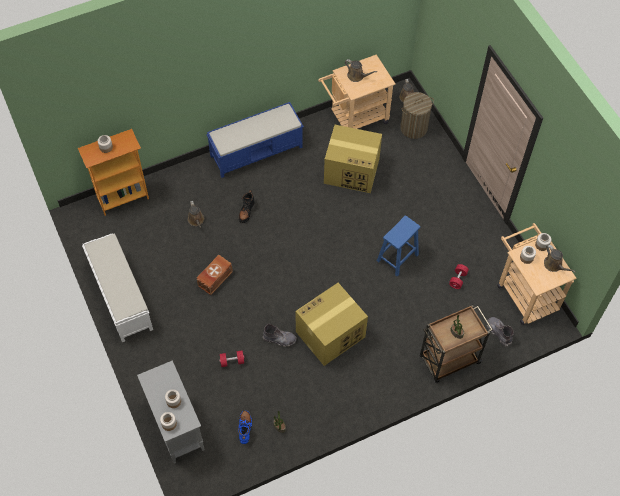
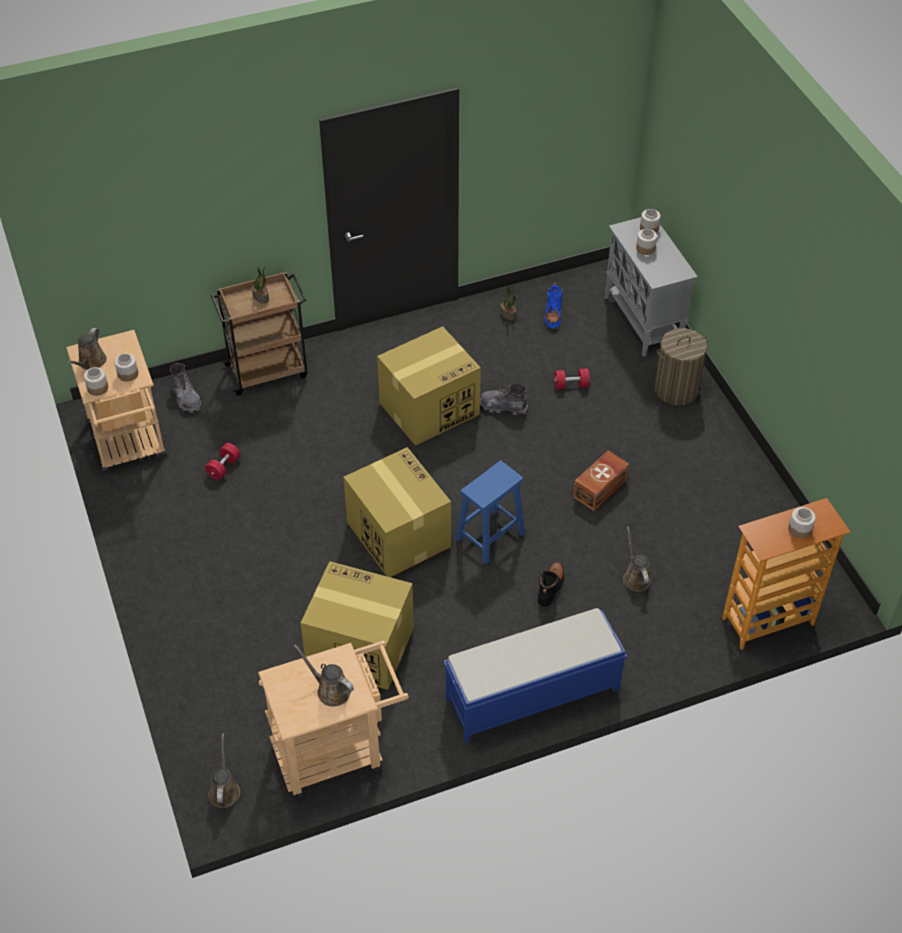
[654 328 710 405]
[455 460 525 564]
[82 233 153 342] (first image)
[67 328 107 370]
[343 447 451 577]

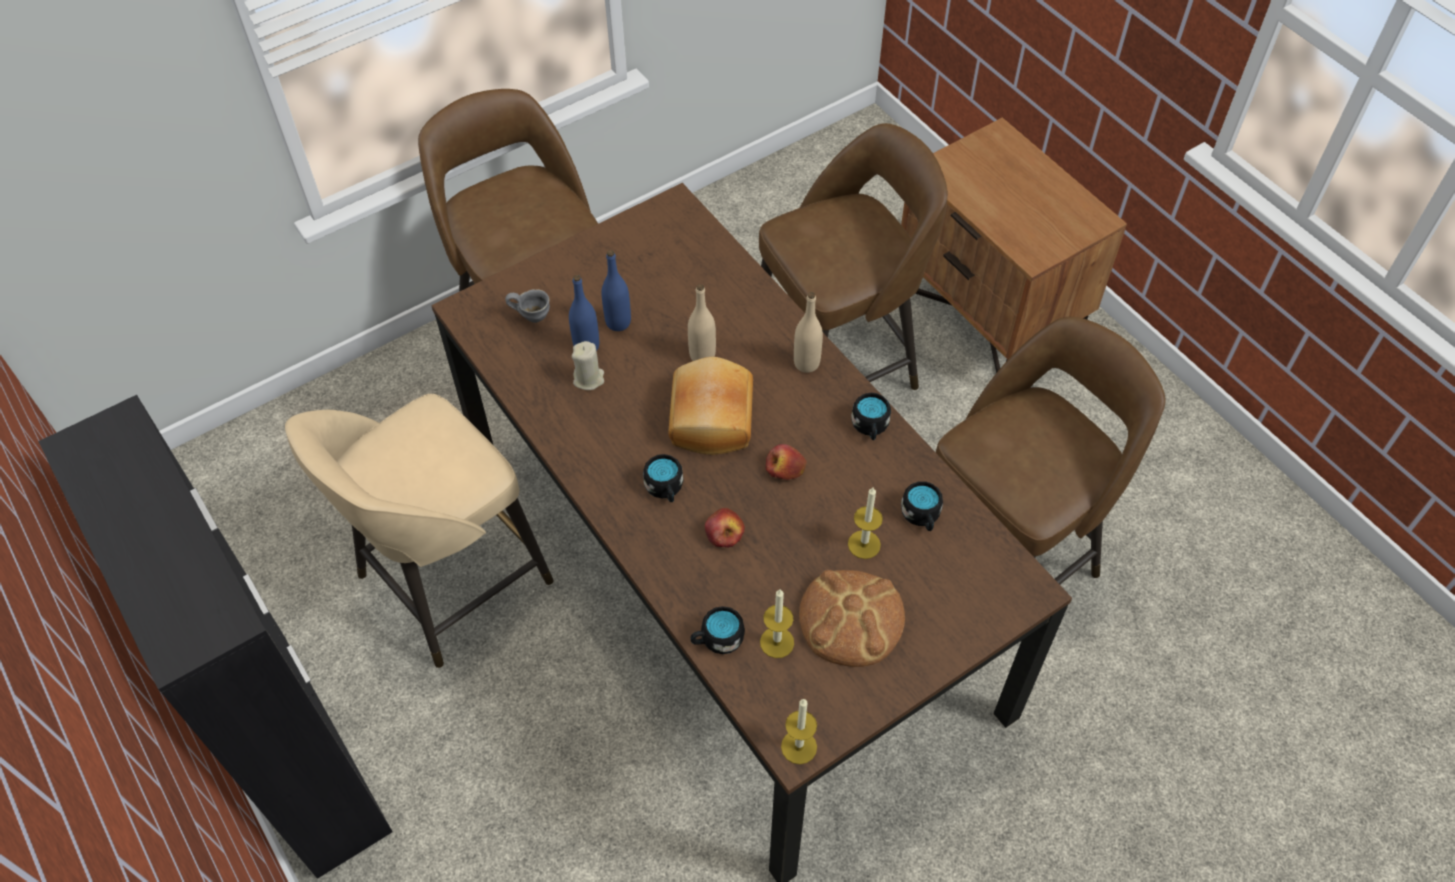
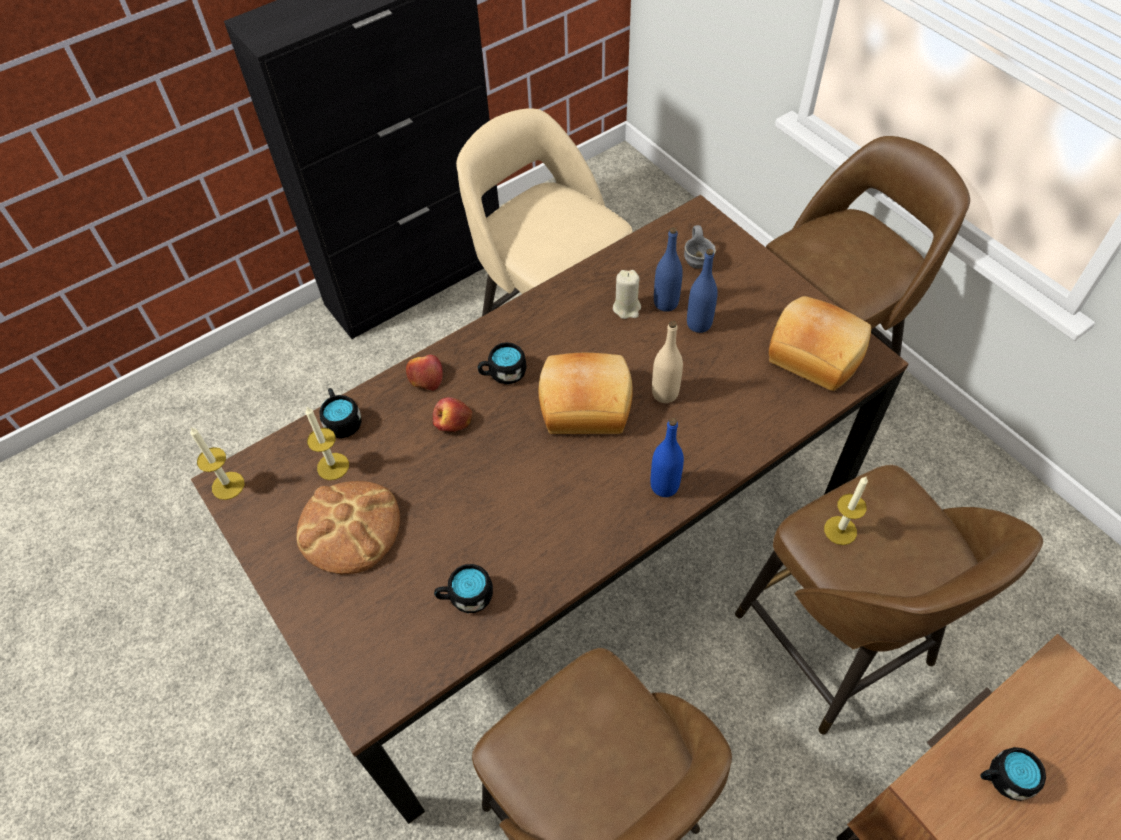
[650 418 684 497]
[980 747 1046 801]
[406 355 443 391]
[824 477 868 545]
[769 296 871 391]

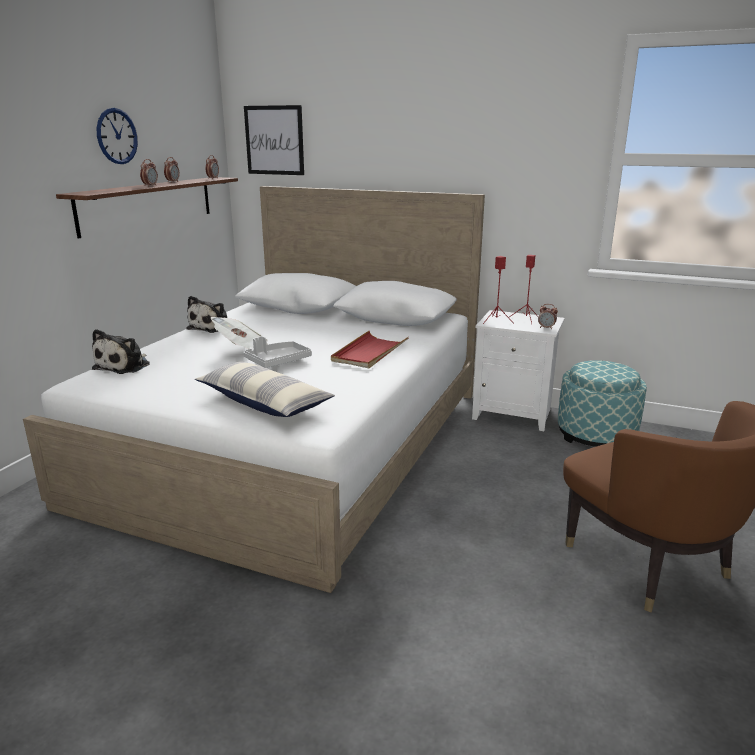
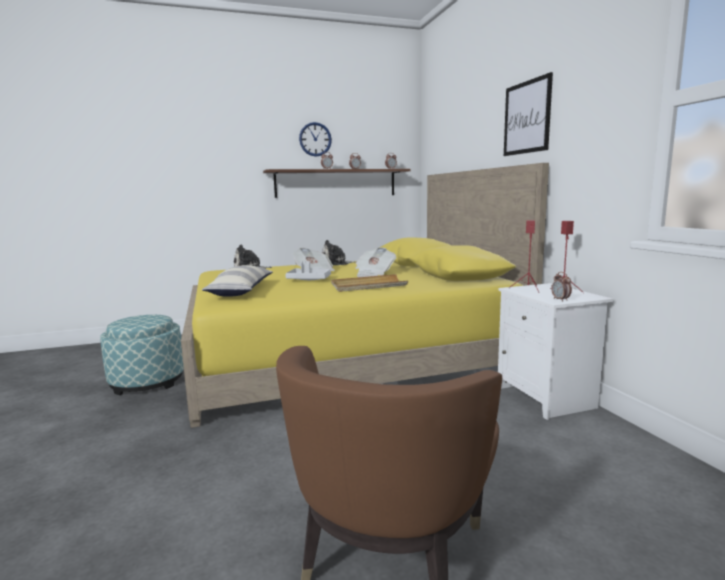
[504 72 553 156]
[181 163 549 428]
[331 274 408 292]
[100 315 184 395]
[355 247 396 277]

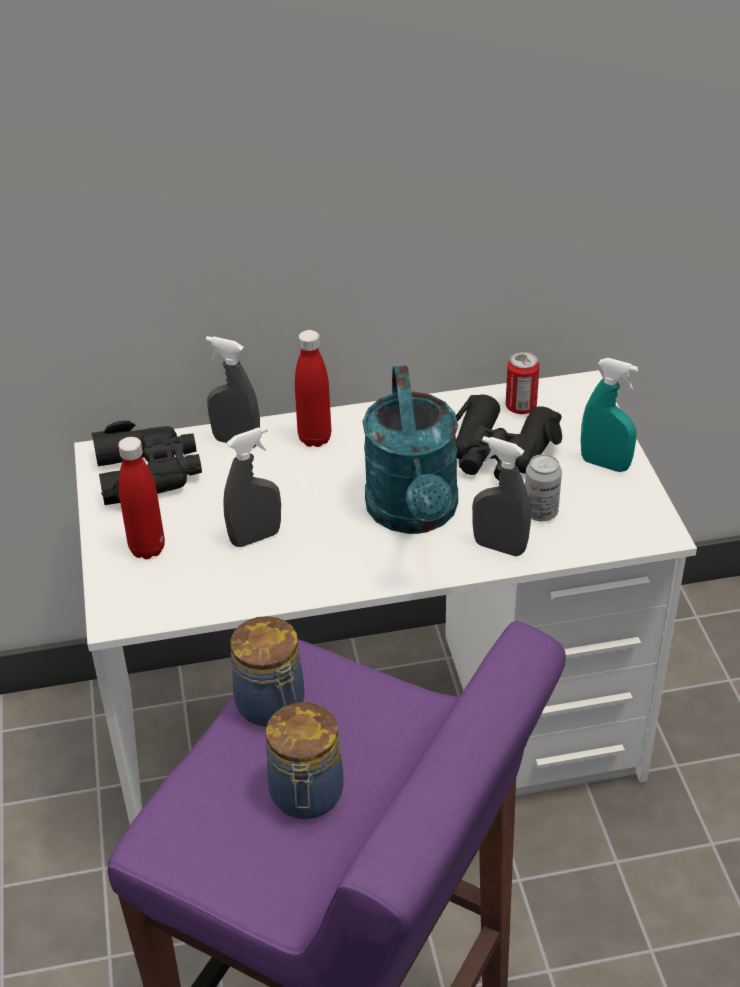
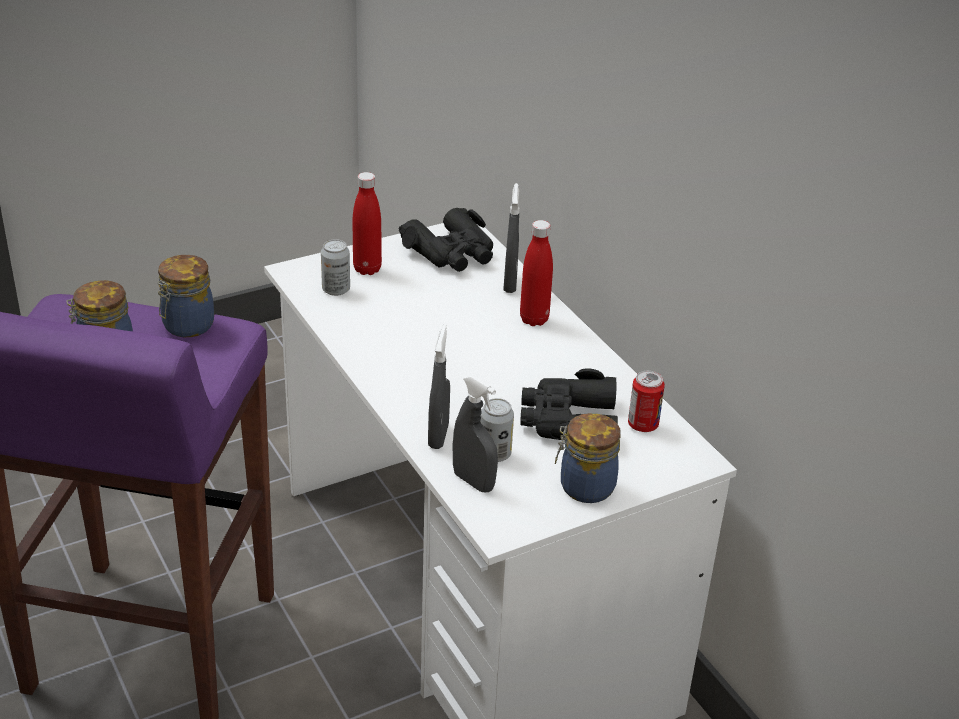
[555 413 621 503]
[363 365 458 534] (first image)
[453 375 498 492]
[321 239 350 296]

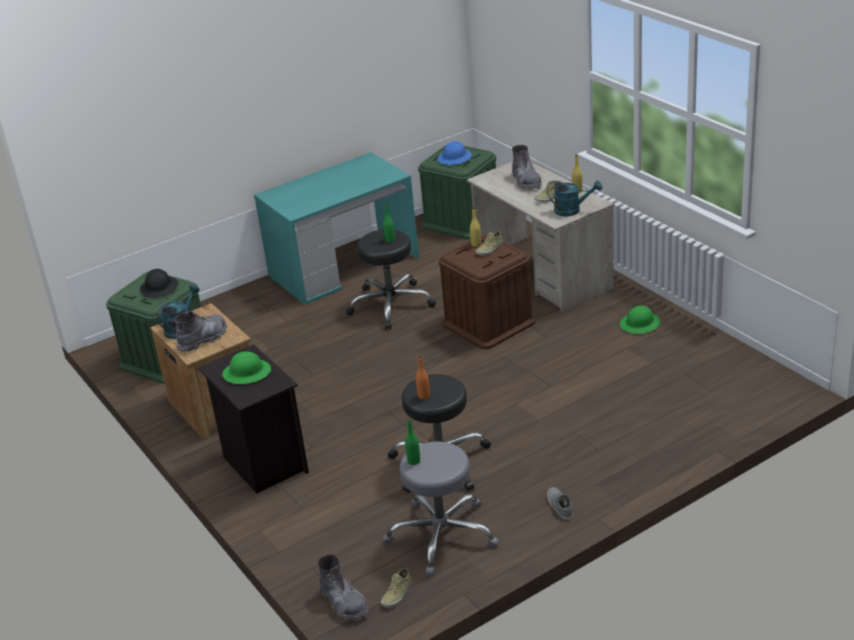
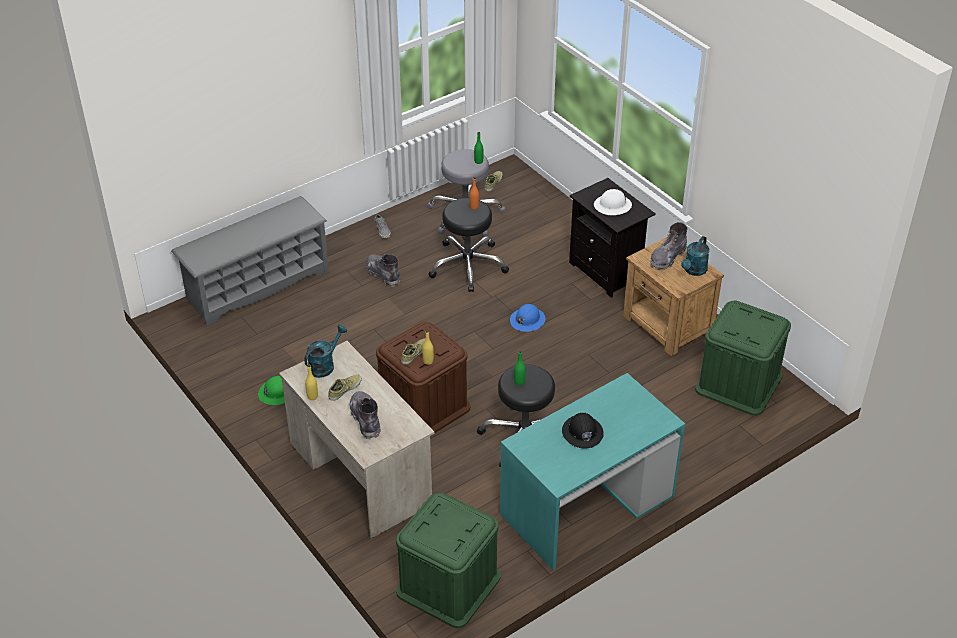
[510 304 546 332]
[304 325 347 378]
[562 413 604 449]
[594 189 632 215]
[366 254 401 287]
[171 196 329 326]

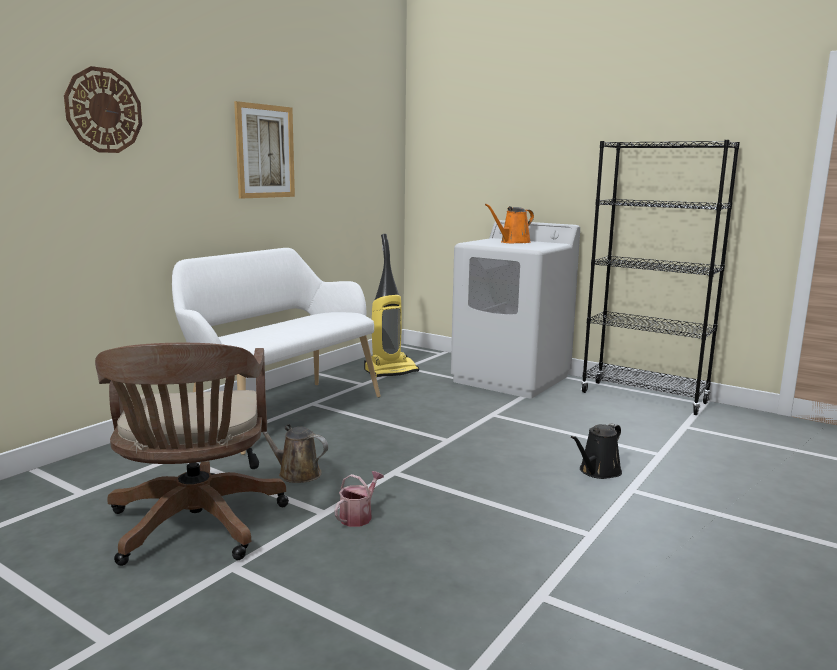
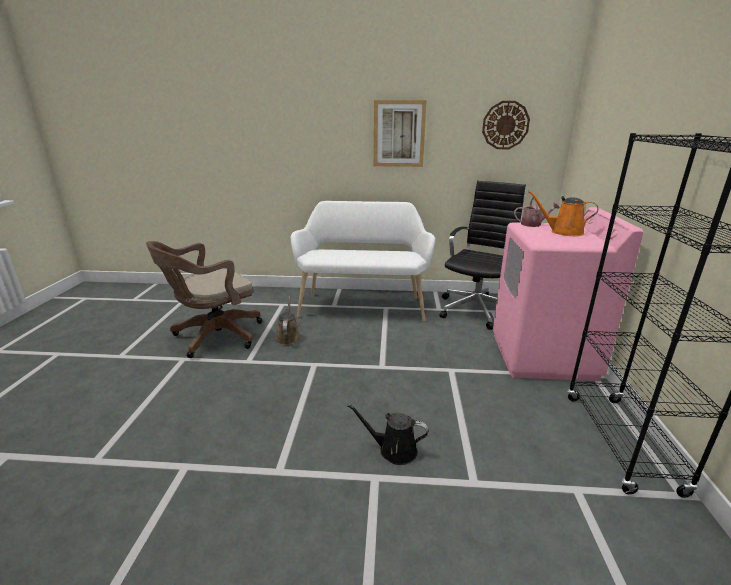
[482 101 530 149]
[493 207 643 381]
[439 181 526 330]
[514 198 560 227]

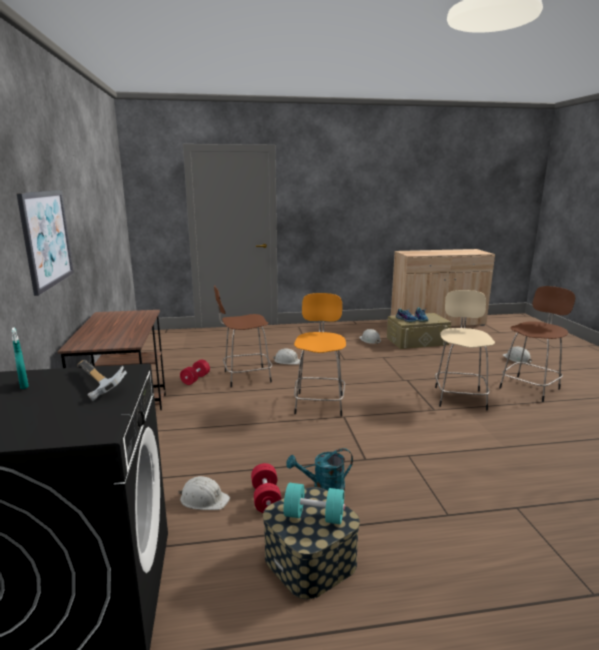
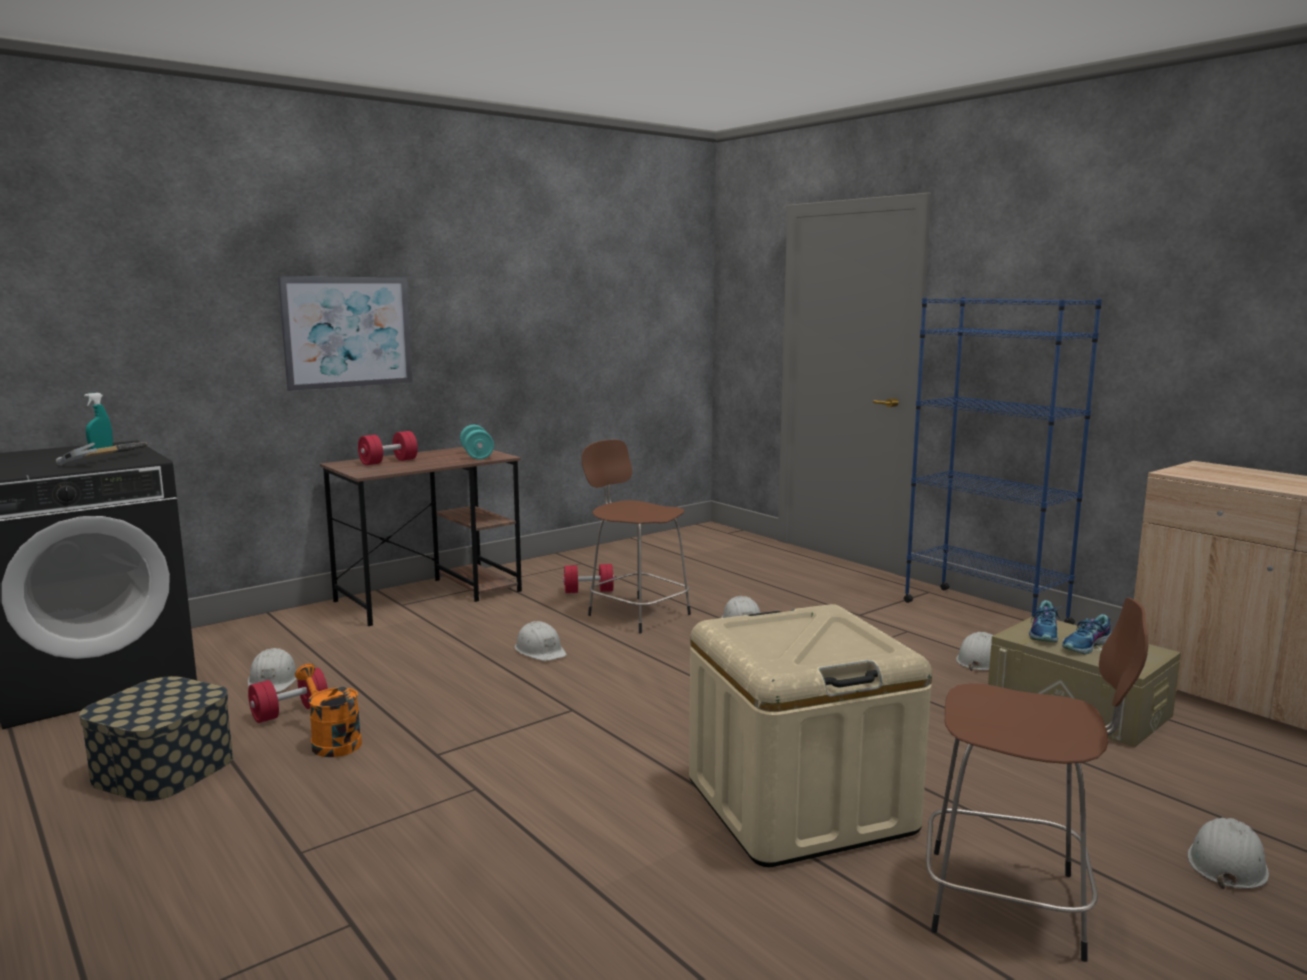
[689 604 932 867]
[294 293 346 416] (first image)
[295 664 362 757]
[460 425 494 460]
[904 297 1102 625]
[358 431 418 465]
[515 621 567 661]

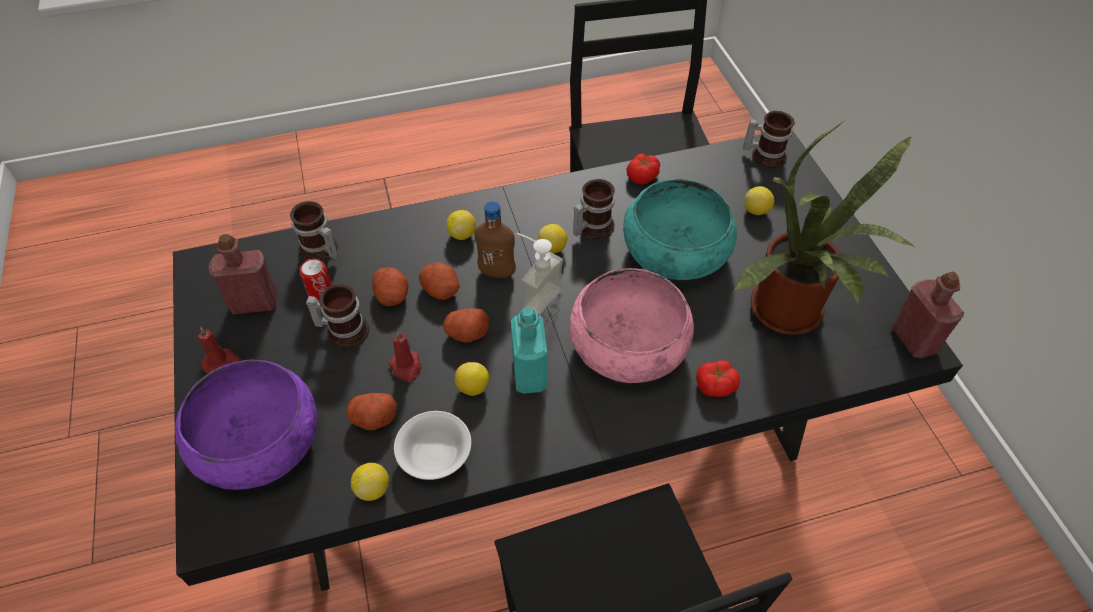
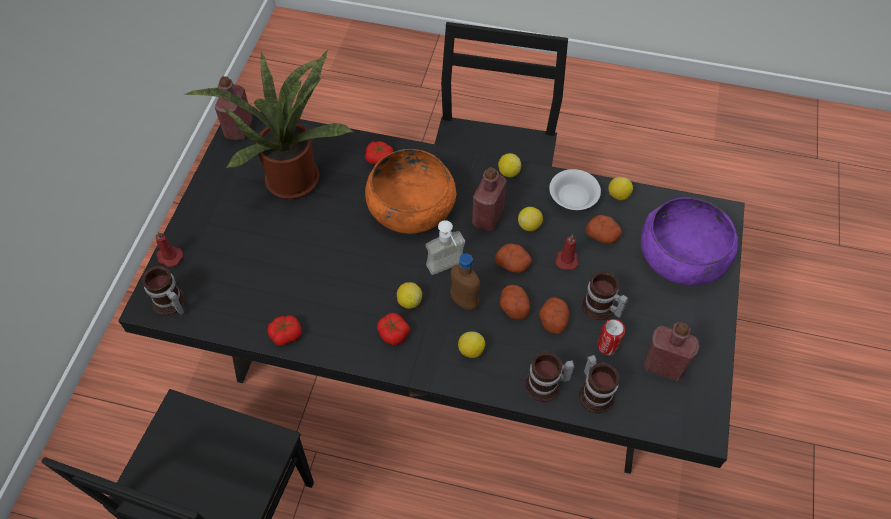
[525 352 574 402]
[623 179 737 280] (first image)
[498 153 521 177]
[365 149 457 234]
[472 167 507 231]
[156 231 183 267]
[377 313 410 345]

